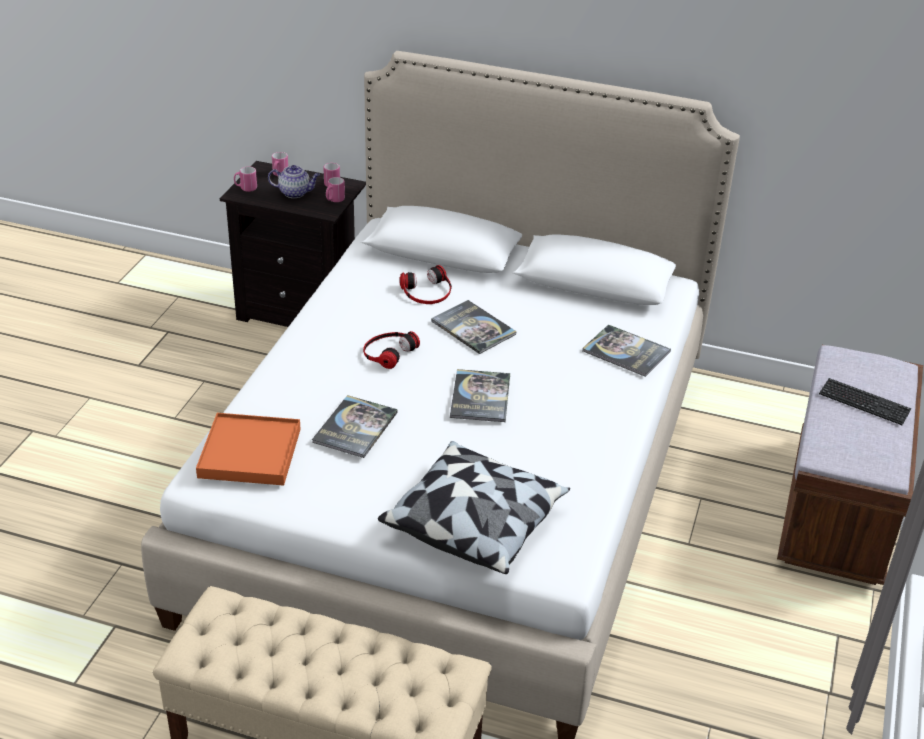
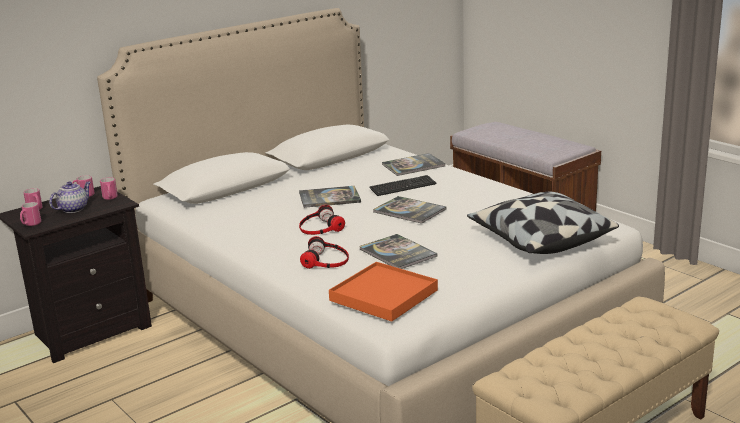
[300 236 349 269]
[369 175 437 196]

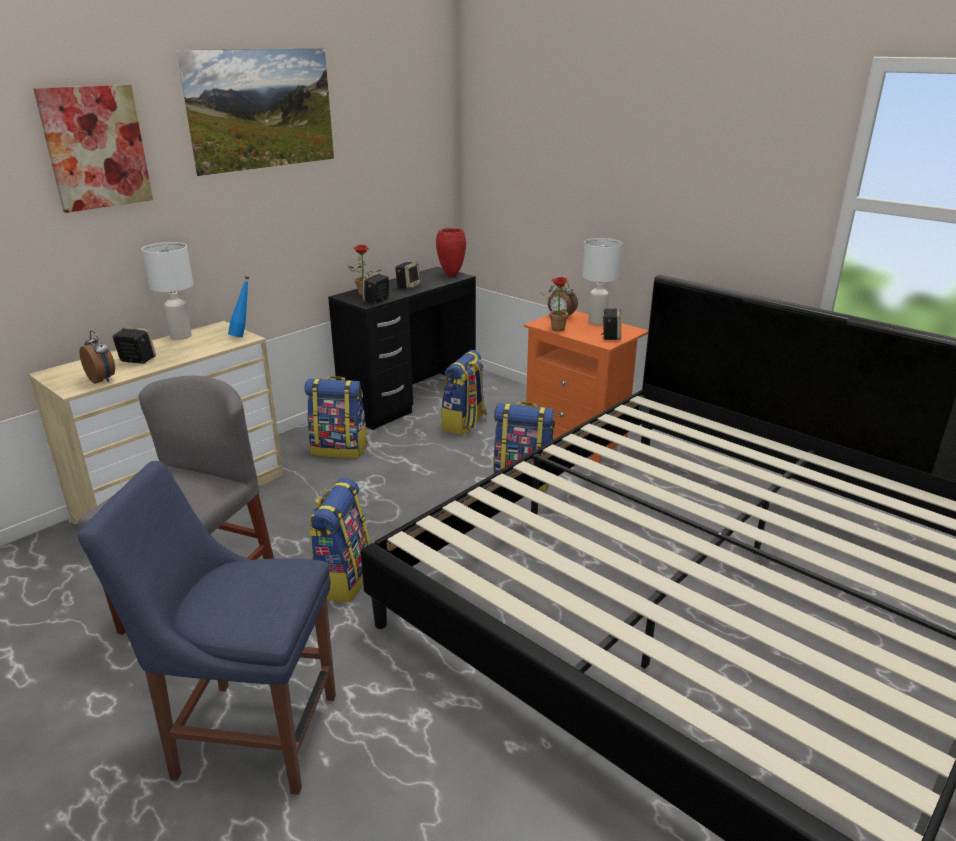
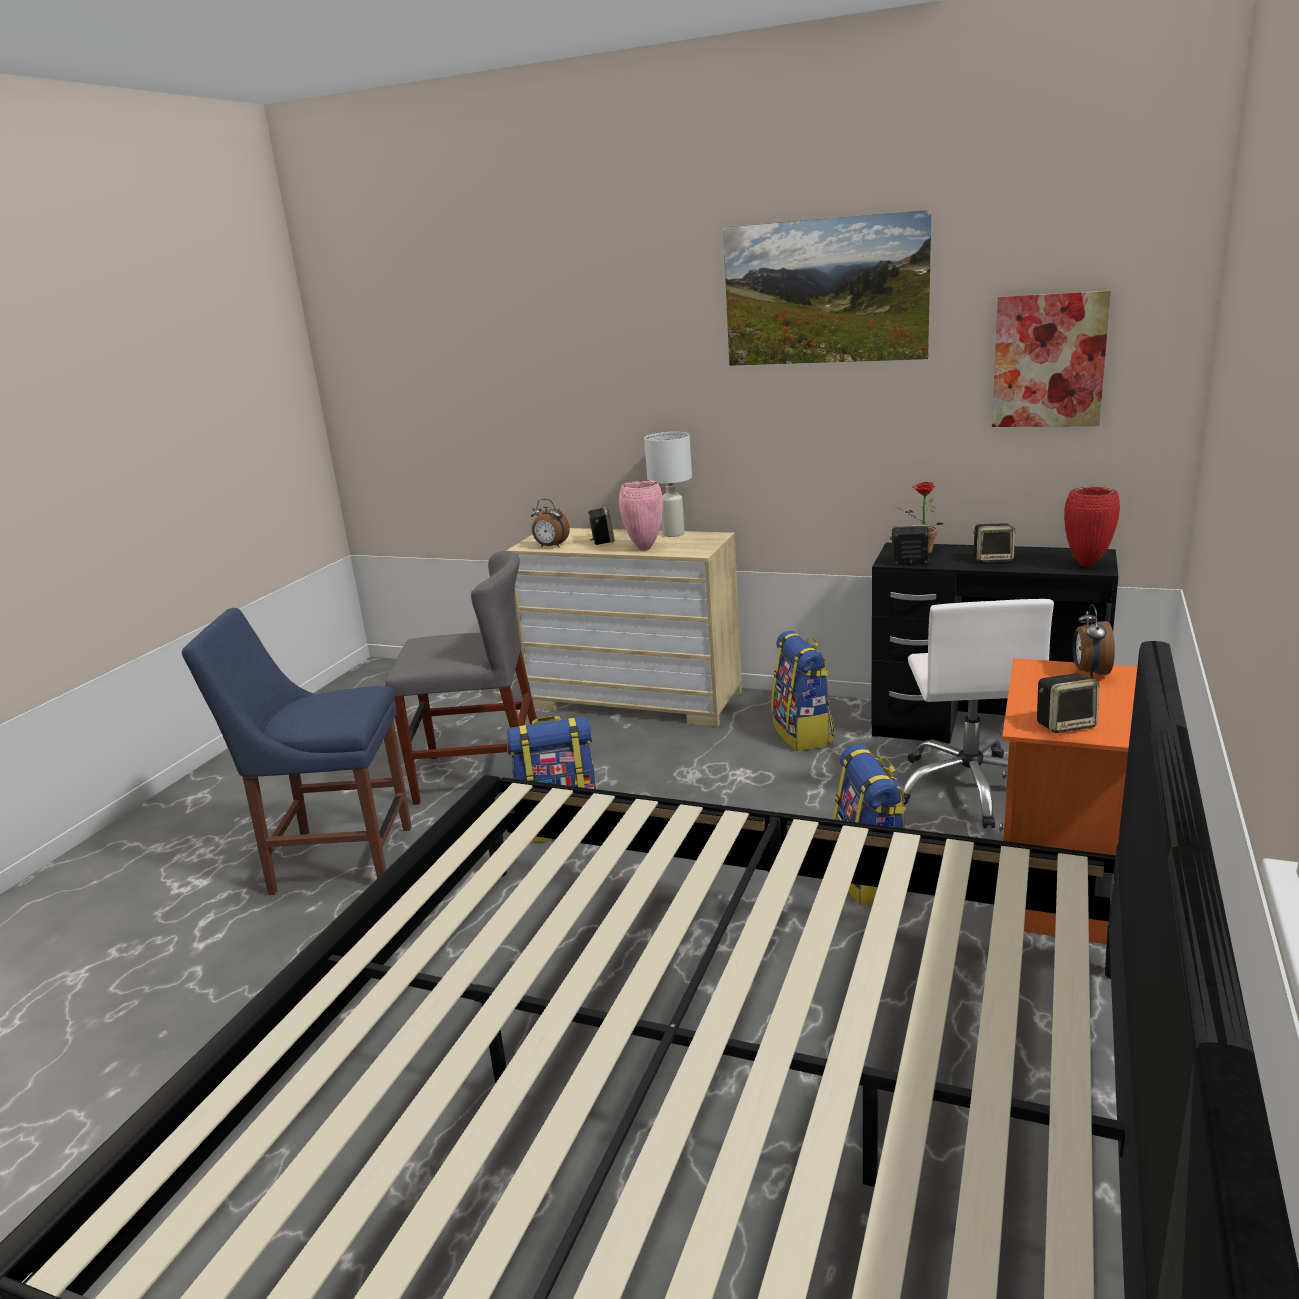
[992 291 1111 427]
[582 238 622 324] (first image)
[228 276 250 337] (first image)
[540 277 570 331] (first image)
[531 499 570 547]
[903 599 1054 828]
[182 608 412 895]
[619 480 663 550]

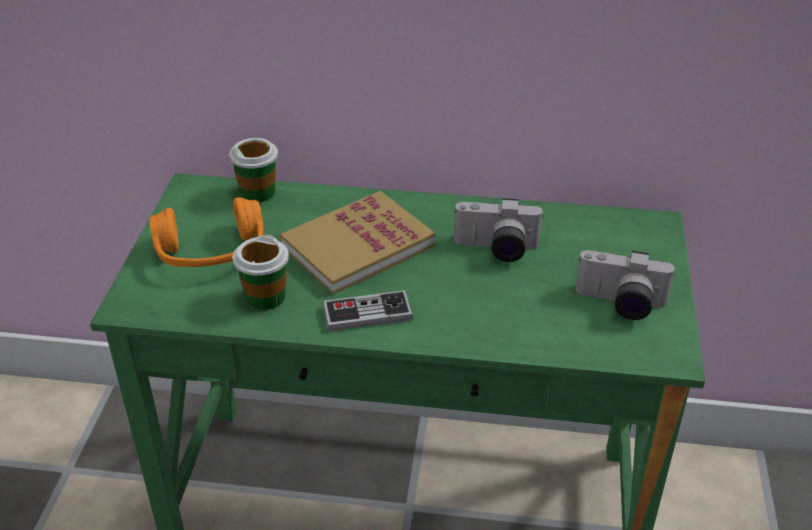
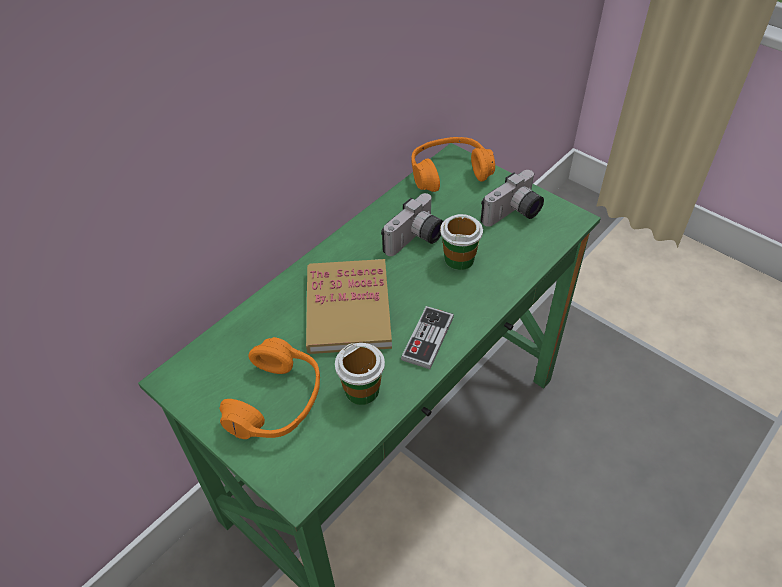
[440 214 483 270]
[411 137 495 192]

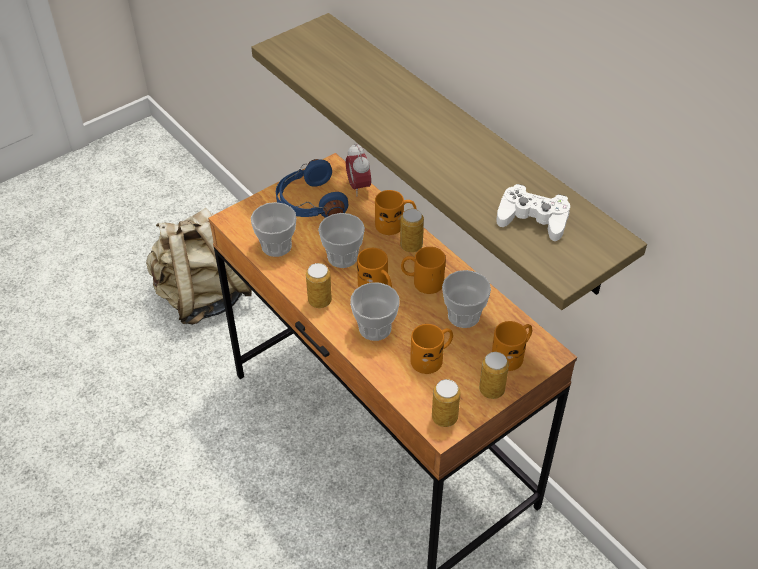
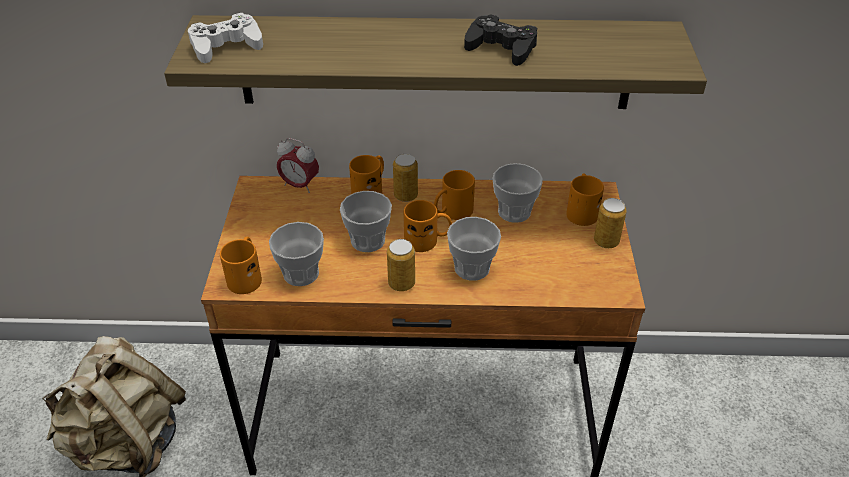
[276 159 348 218] (first image)
[188 13 263 63]
[220 237 262 294]
[432 379 461 427] (first image)
[464 15 537 66]

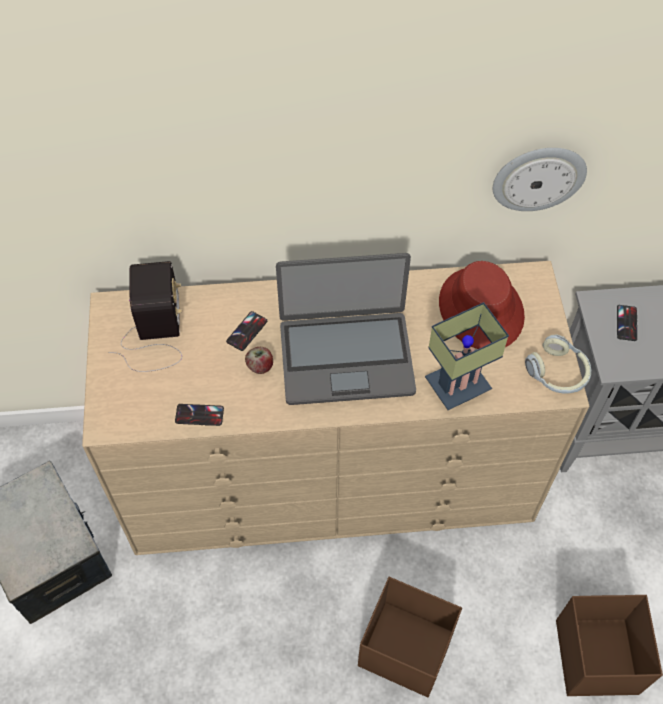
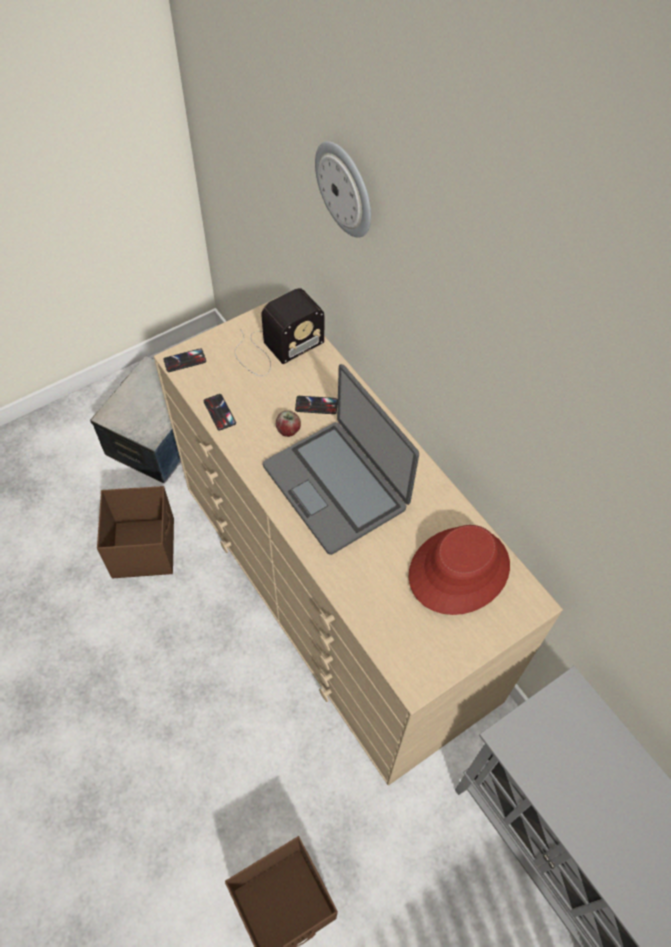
[315 141 371 238]
[425 302 509 410] (first image)
[163 348 206 372]
[525 335 591 394] (first image)
[97 486 174 578]

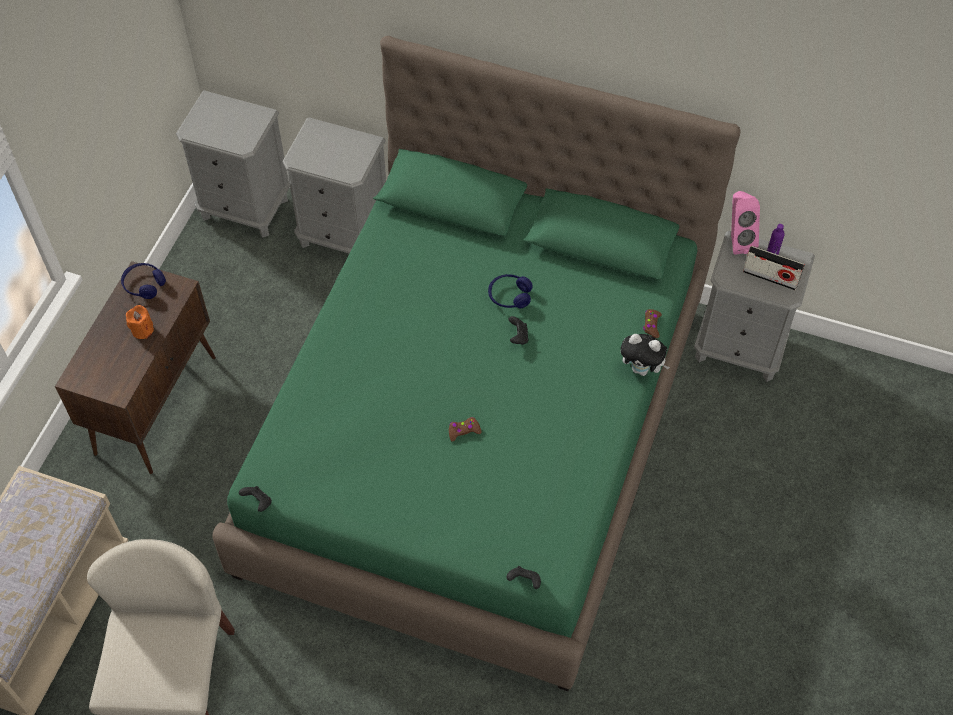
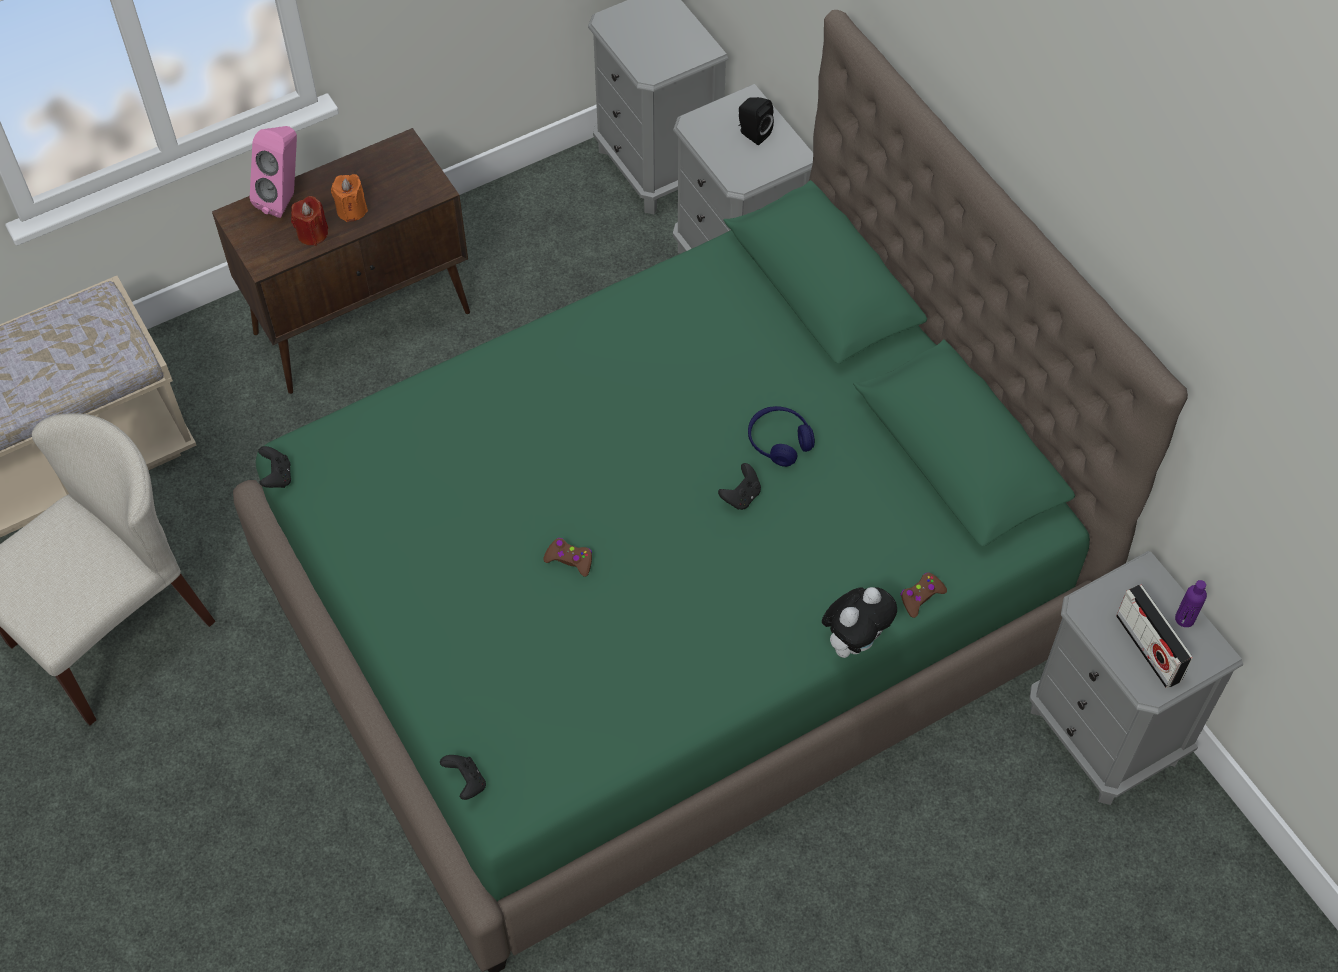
[250 126 297 218]
[121 263 166 299] (first image)
[822 587 897 658]
[738 97 774 145]
[291 196 328 246]

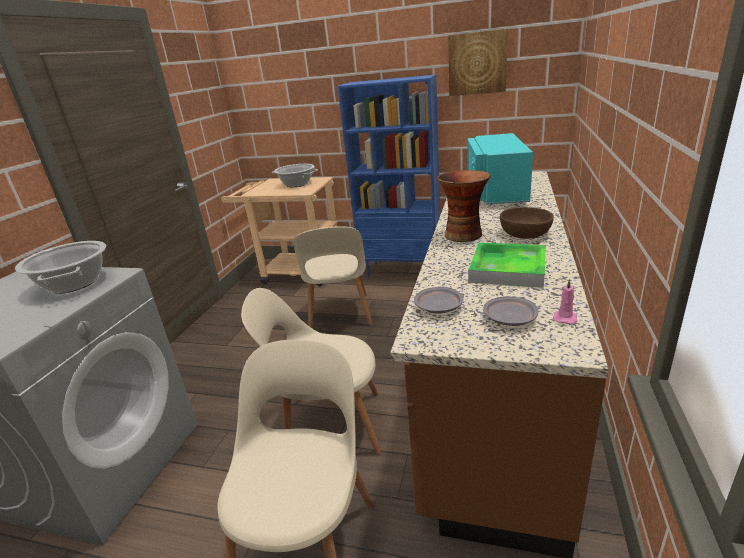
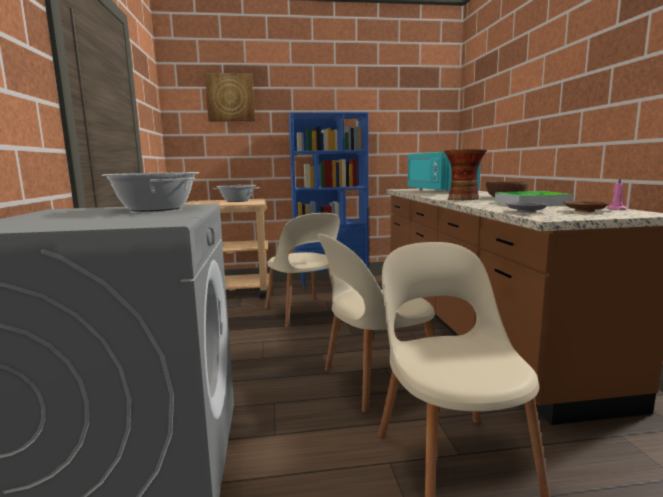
[205 73 255 122]
[563 201 609 212]

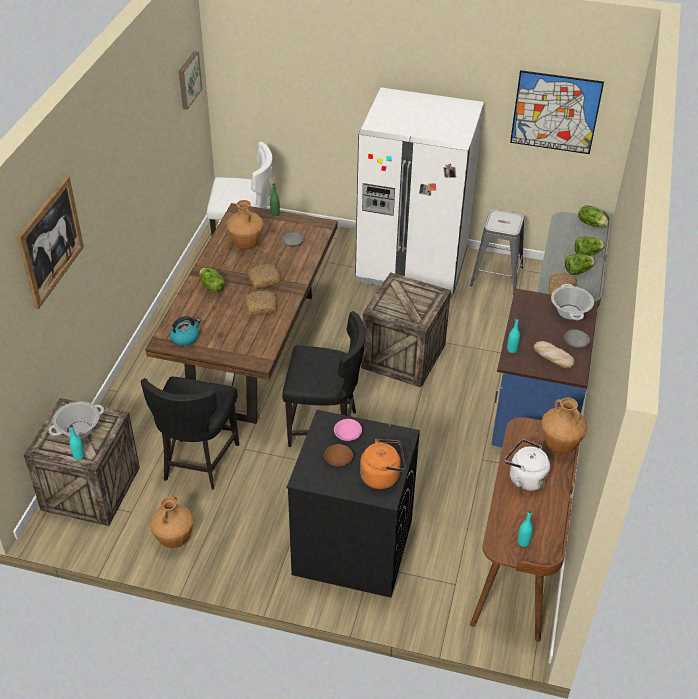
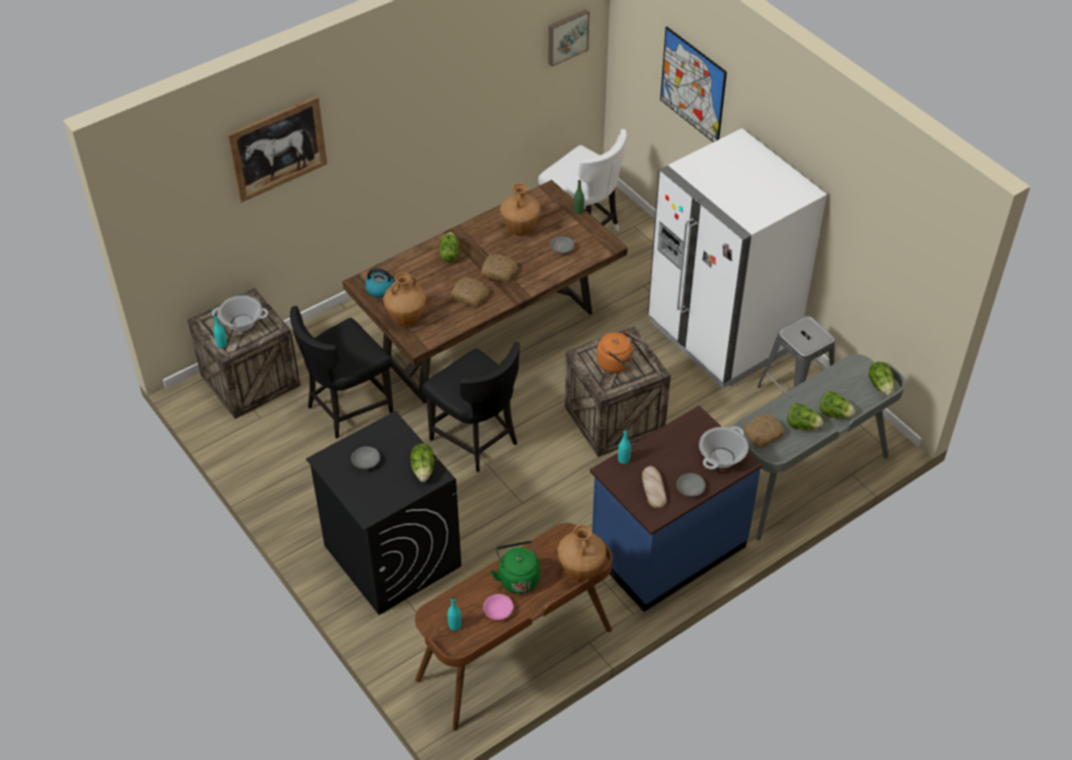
[660 27 727 142]
[483 594 513 620]
[597 331 640 373]
[490 541 540 594]
[351 447 380 469]
[383 272 426 326]
[410 444 434 482]

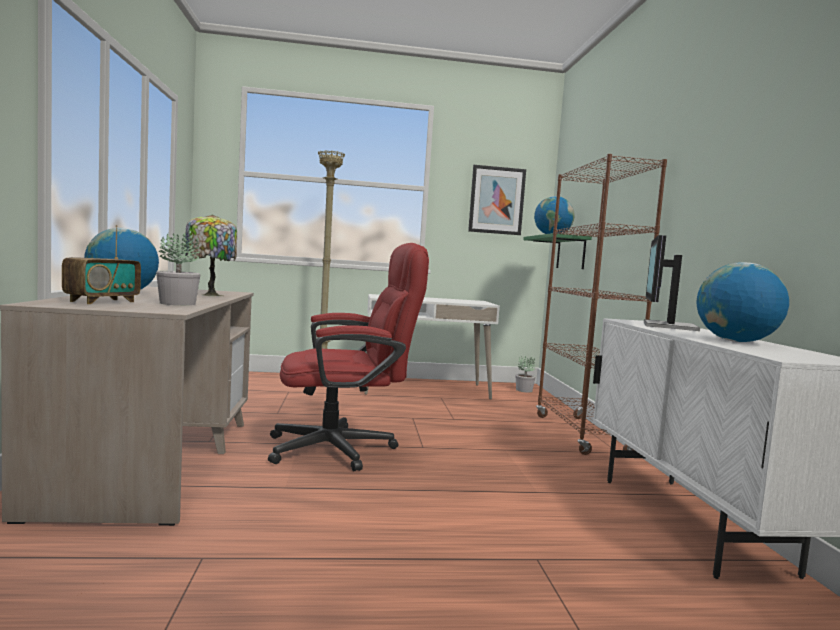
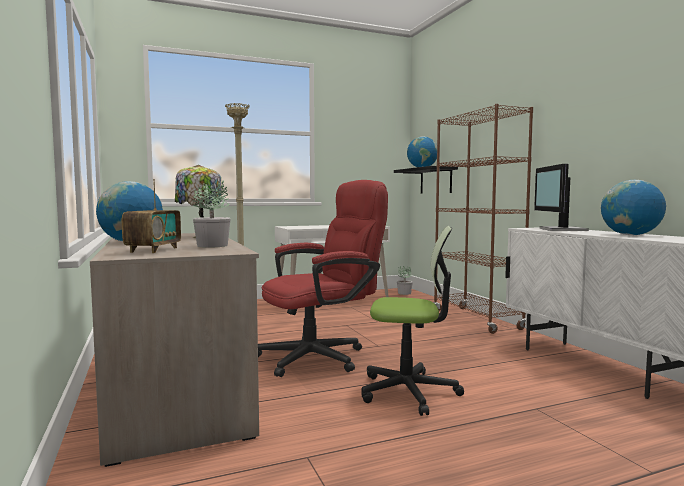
[468 165 526 235] (first image)
[394 166 458 193]
[361 226 464 416]

